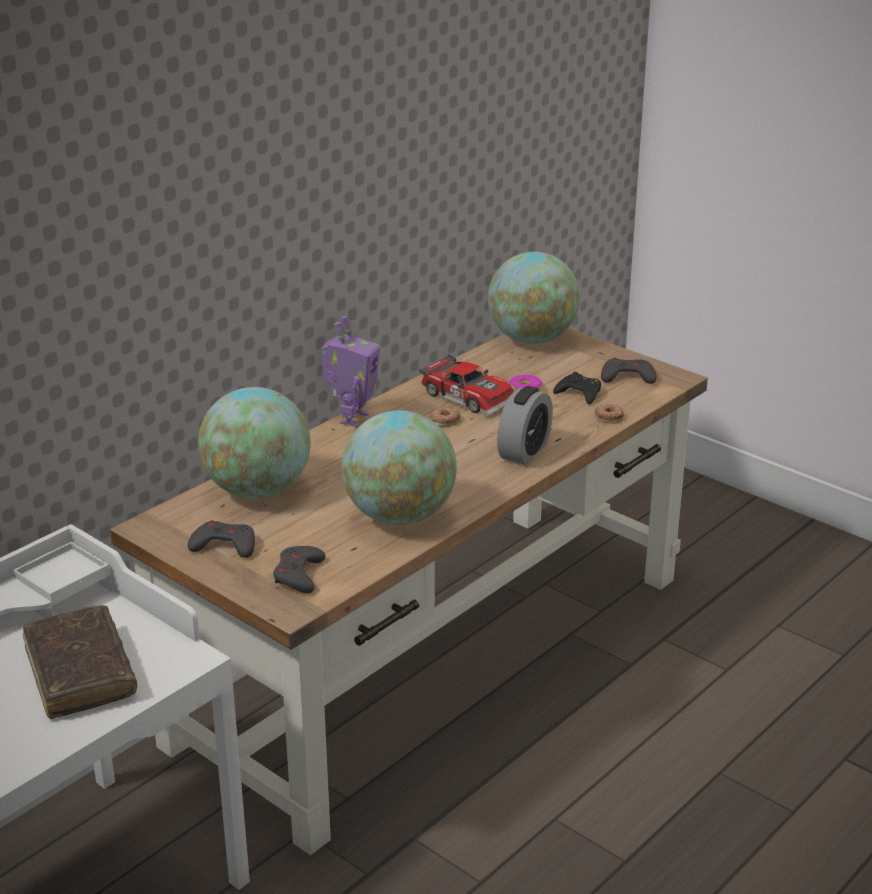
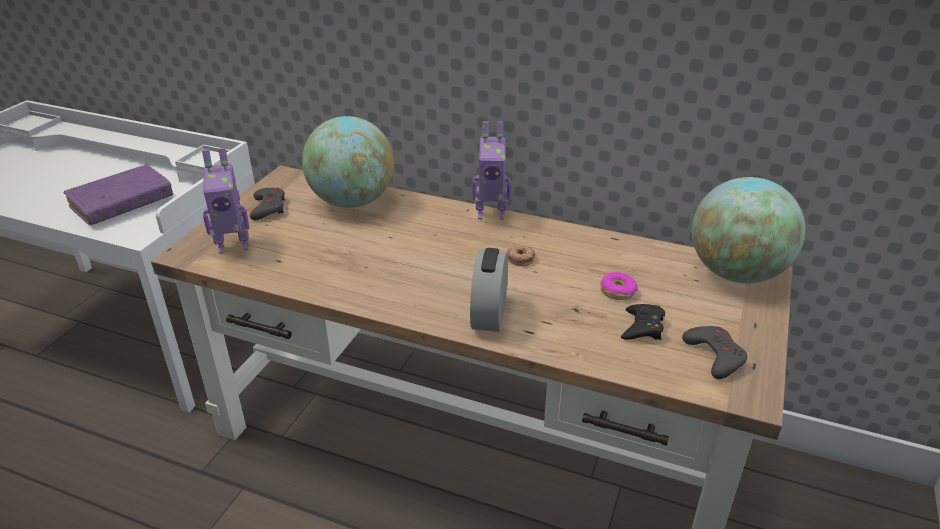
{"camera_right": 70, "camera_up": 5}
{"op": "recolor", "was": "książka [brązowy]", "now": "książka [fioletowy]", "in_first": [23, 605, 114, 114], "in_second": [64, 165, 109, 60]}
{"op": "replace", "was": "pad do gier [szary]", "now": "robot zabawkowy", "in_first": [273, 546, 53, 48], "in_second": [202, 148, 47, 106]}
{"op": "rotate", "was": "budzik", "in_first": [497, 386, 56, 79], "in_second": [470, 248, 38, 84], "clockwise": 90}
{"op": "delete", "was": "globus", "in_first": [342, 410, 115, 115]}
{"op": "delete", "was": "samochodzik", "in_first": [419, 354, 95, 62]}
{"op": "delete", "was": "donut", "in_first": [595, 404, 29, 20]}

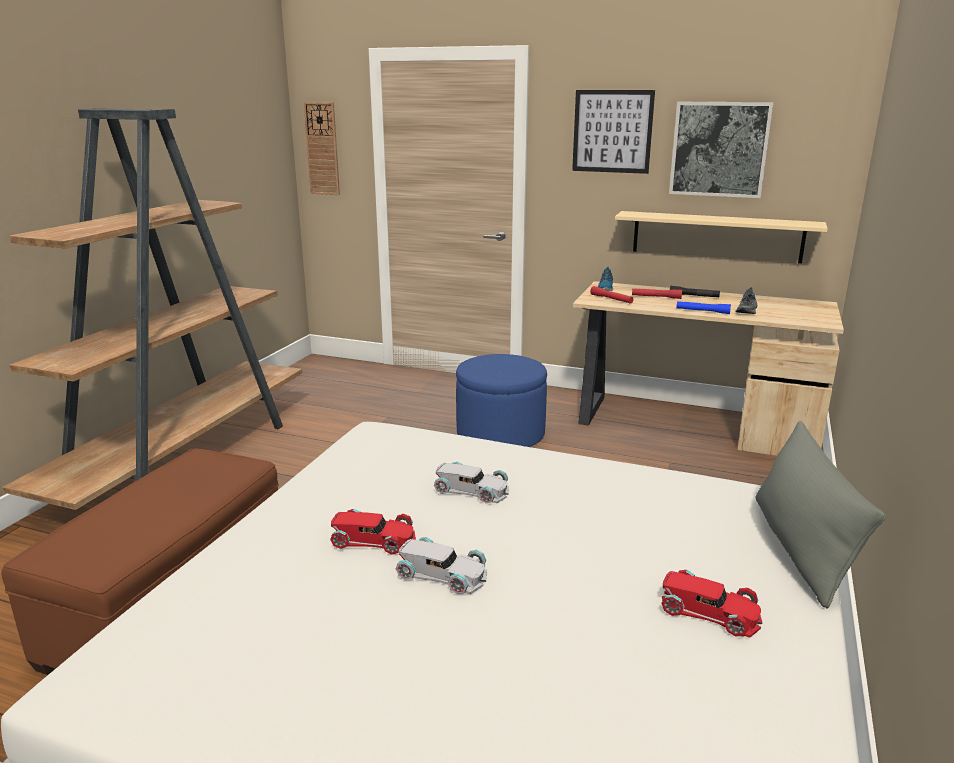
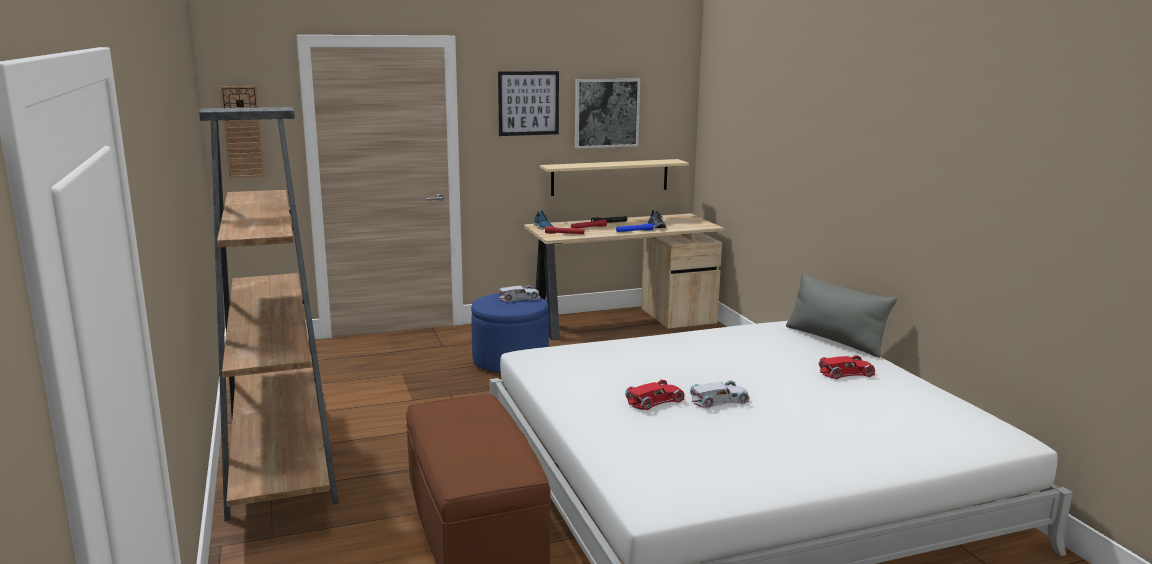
{"camera_right": -40, "camera_up": -5}
{"op": "move", "was": "samochodzik [biały]", "in_first": [434, 461, 75, 42], "in_second": [499, 285, 41, 17]}

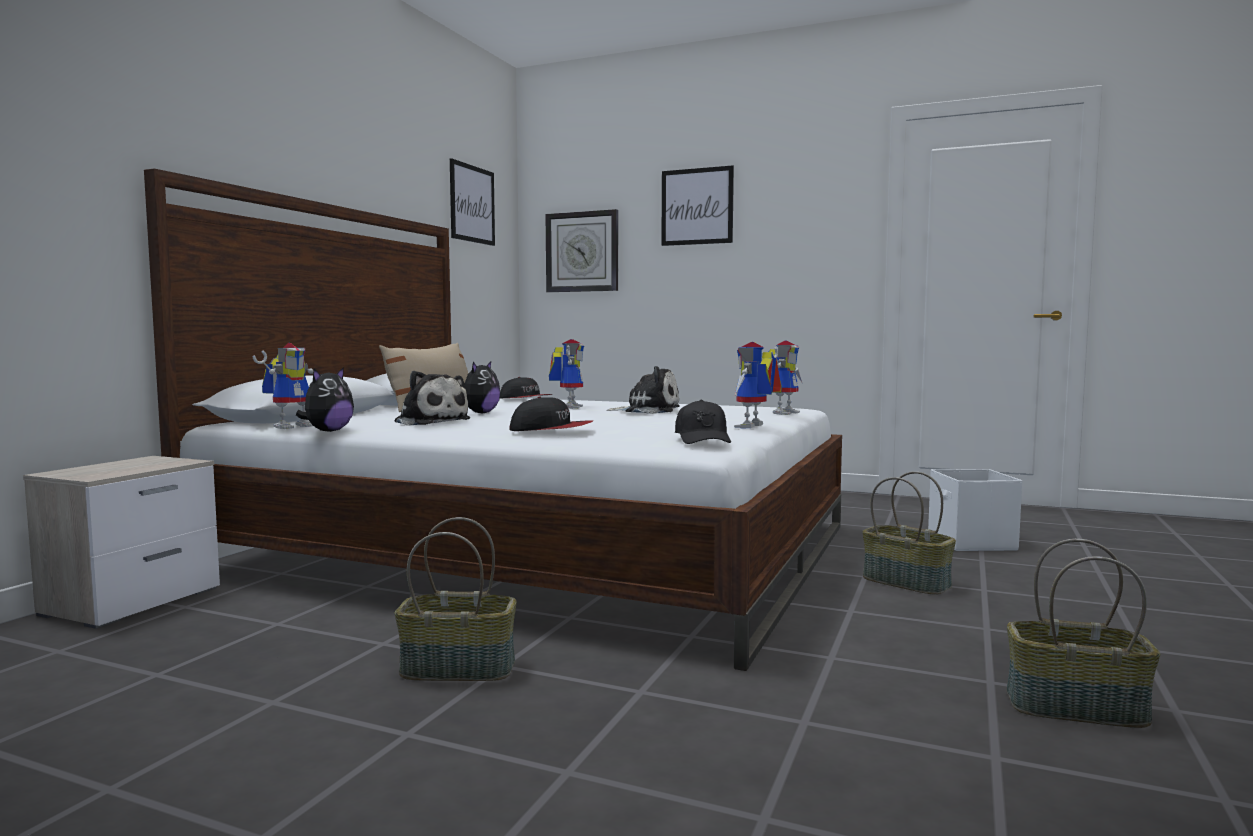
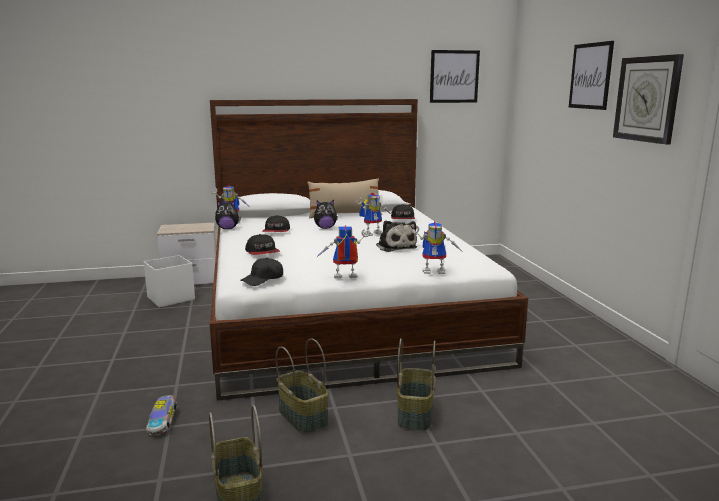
{"camera_right": 55, "camera_up": 10}
{"op": "move", "was": "pojemnik do przechowywania [biały]", "in_first": [928, 469, 94, 82], "in_second": [144, 255, 51, 52]}
{"op": "insert", "now": "samochodzik", "in_second": [146, 395, 31, 40]}
{"op": "replace", "was": "pluszak", "now": "czapka z daszkiem", "in_first": [395, 371, 76, 55], "in_second": [262, 215, 28, 17]}
{"op": "move", "was": "koszyk", "in_first": [395, 517, 122, 164], "in_second": [276, 338, 53, 96]}
{"op": "move", "was": "zegar ścienny", "in_first": [546, 209, 72, 83], "in_second": [613, 54, 71, 91]}

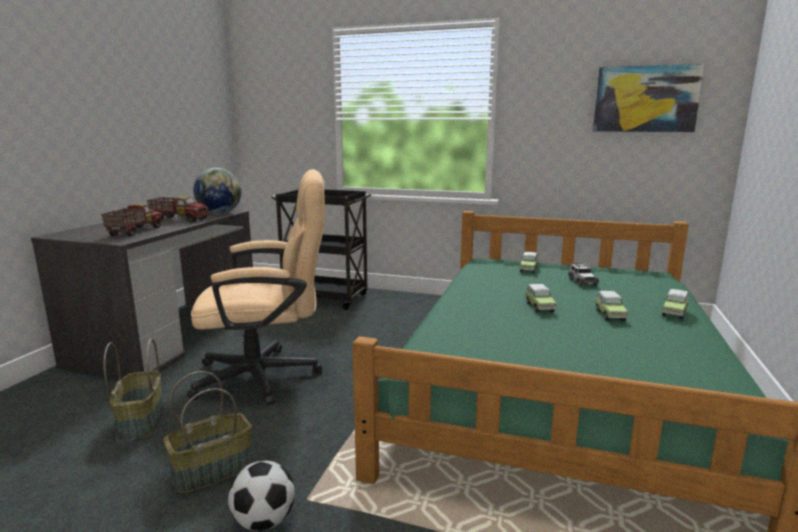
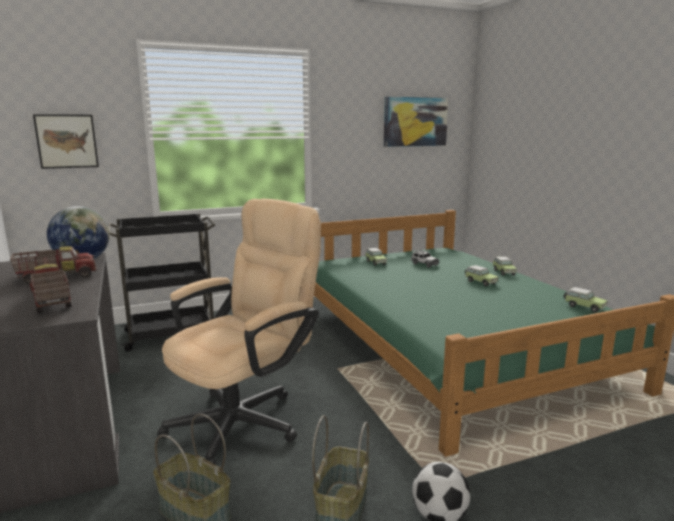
{"camera_right": -40, "camera_up": 0}
{"op": "insert", "now": "obraz", "in_second": [33, 114, 66, 55]}
{"op": "move", "was": "samochodzik", "in_first": [525, 284, 32, 29], "in_second": [564, 287, 44, 26]}

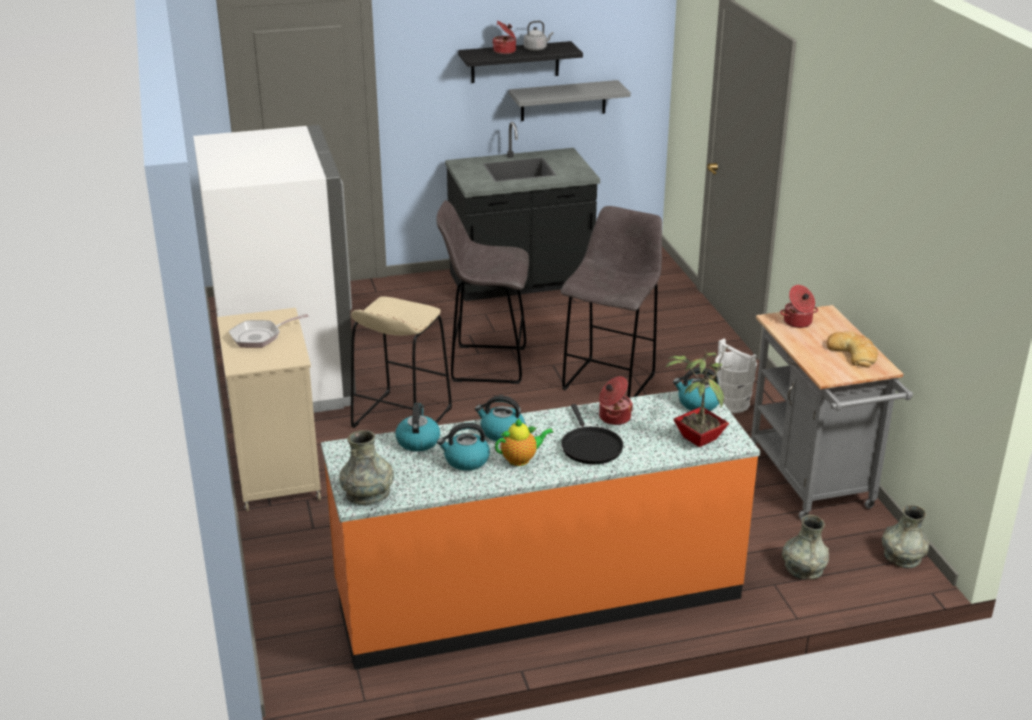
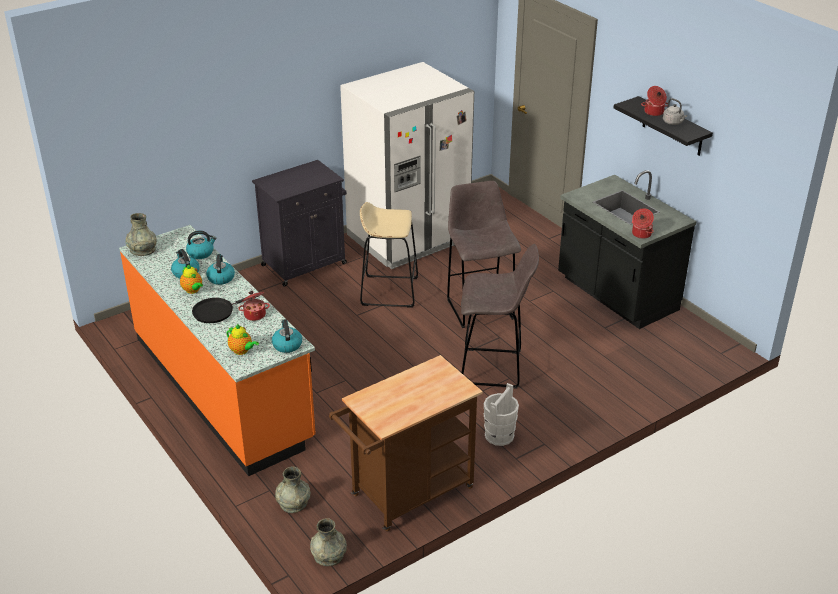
{"camera_right": 70, "camera_up": 5}
{"op": "replace", "was": "roślina doniczkowa", "now": "imbryk", "in_first": [665, 346, 67, 101], "in_second": [226, 324, 33, 31]}
{"op": "recolor", "was": "szafka [beżowy]", "now": "szafka [czarny]", "in_first": [217, 308, 104, 204], "in_second": [252, 160, 95, 127]}
{"op": "recolor", "was": "wózek [szary]", "now": "wózek [brązowy]", "in_first": [751, 305, 162, 215], "in_second": [329, 355, 154, 177]}
{"op": "move", "was": "garnek", "in_first": [780, 285, 38, 43], "in_second": [632, 208, 22, 31]}
{"op": "delete", "was": "patelnia", "in_first": [229, 314, 80, 34]}
{"op": "delete", "was": "półka [szary]", "in_first": [509, 80, 122, 41]}
{"op": "delete", "was": "chleb", "in_first": [827, 331, 51, 37]}

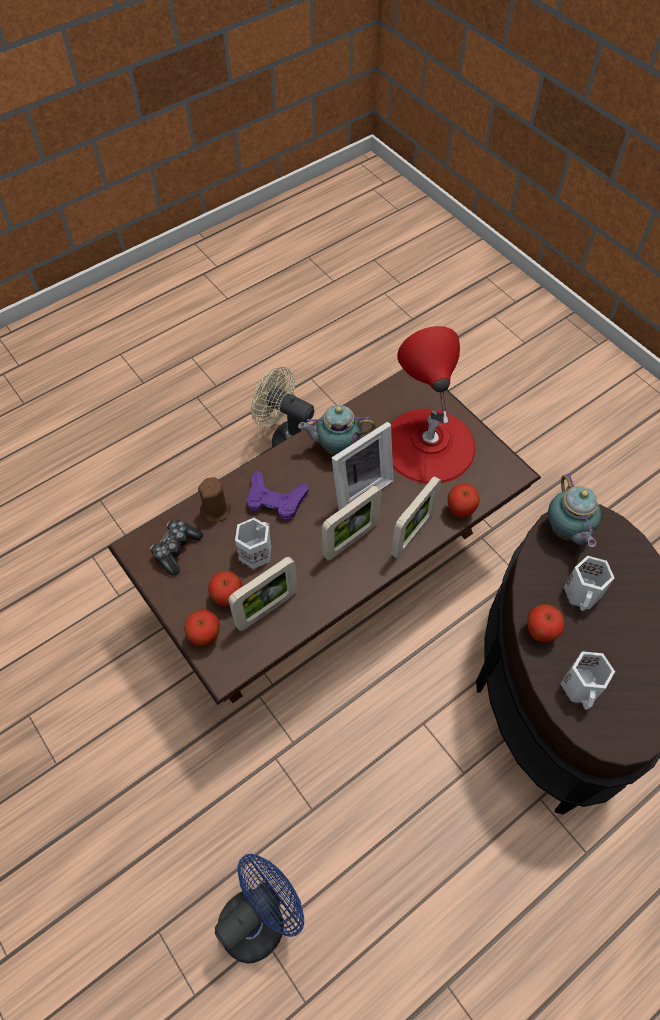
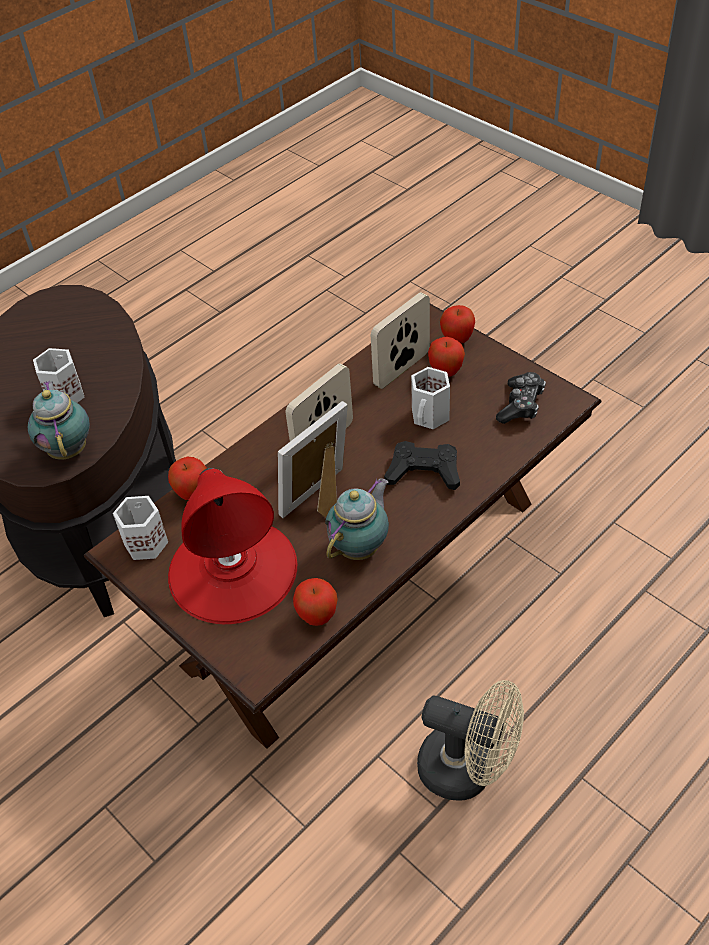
{"camera_right": 175, "camera_up": -10}
{"op": "move", "was": "kubek [biały]", "in_first": [561, 651, 54, 59], "in_second": [113, 496, 55, 64]}
{"op": "move", "was": "jabłko", "in_first": [527, 604, 38, 38], "in_second": [293, 578, 45, 48]}
{"op": "rotate", "was": "imbryk", "in_first": [298, 405, 78, 50], "in_second": [325, 479, 64, 81], "clockwise": -45}
{"op": "recolor", "was": "pad do gier [fioletowy]", "now": "pad do gier [czarny]", "in_first": [247, 471, 61, 49], "in_second": [384, 441, 76, 49]}
{"op": "delete", "was": "świeca [brązowy]", "in_first": [198, 477, 33, 45]}
{"op": "delete", "was": "wentylator [niebieski]", "in_first": [215, 854, 89, 110]}
{"op": "delete", "was": "ramka na zdjęcie", "in_first": [391, 476, 50, 83]}

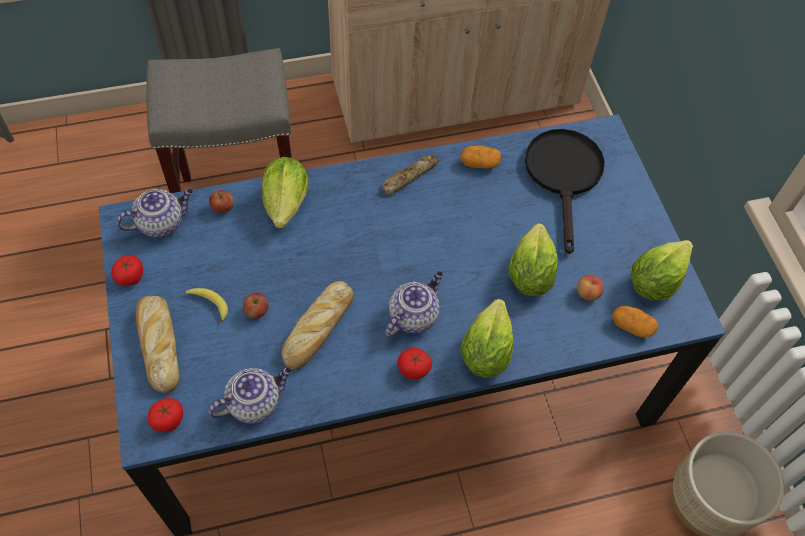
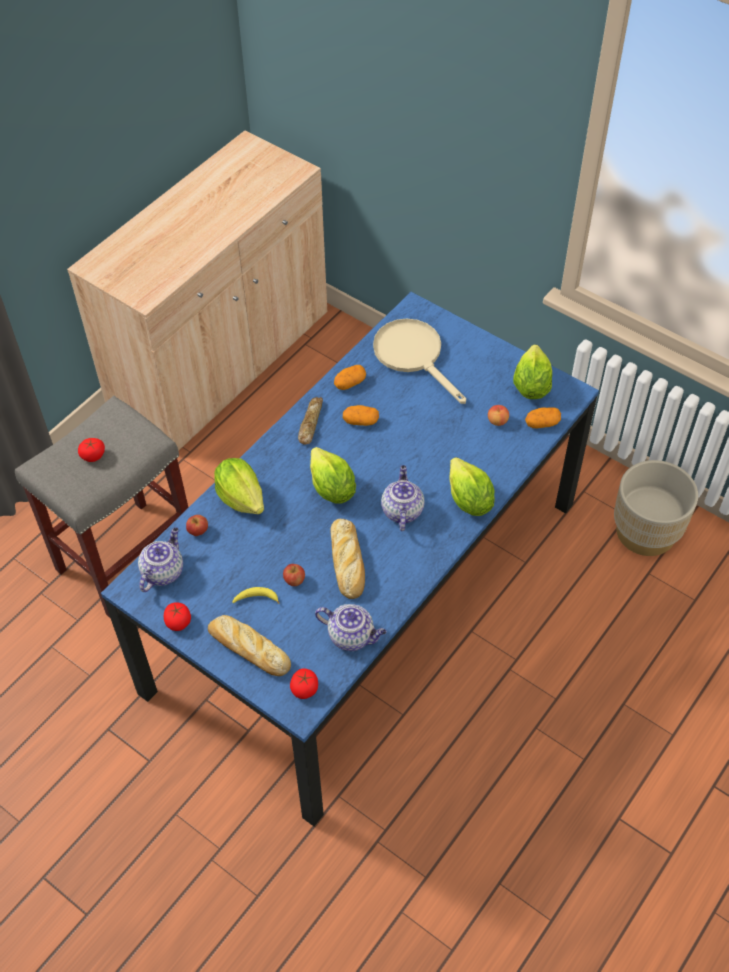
{"camera_right": -35, "camera_up": -5}
{"op": "move", "was": "pomidor", "in_first": [398, 348, 34, 31], "in_second": [78, 438, 27, 24]}
{"op": "move", "was": "sałata", "in_first": [509, 223, 49, 73], "in_second": [310, 447, 46, 57]}
{"op": "rotate", "was": "imbryk", "in_first": [209, 367, 83, 57], "in_second": [315, 604, 72, 47], "clockwise": 90}
{"op": "insert", "now": "ziemniak", "in_second": [343, 405, 36, 21]}
{"op": "recolor", "was": "patelnia [czarny]", "now": "patelnia [beżowy]", "in_first": [525, 129, 80, 125], "in_second": [373, 319, 93, 85]}

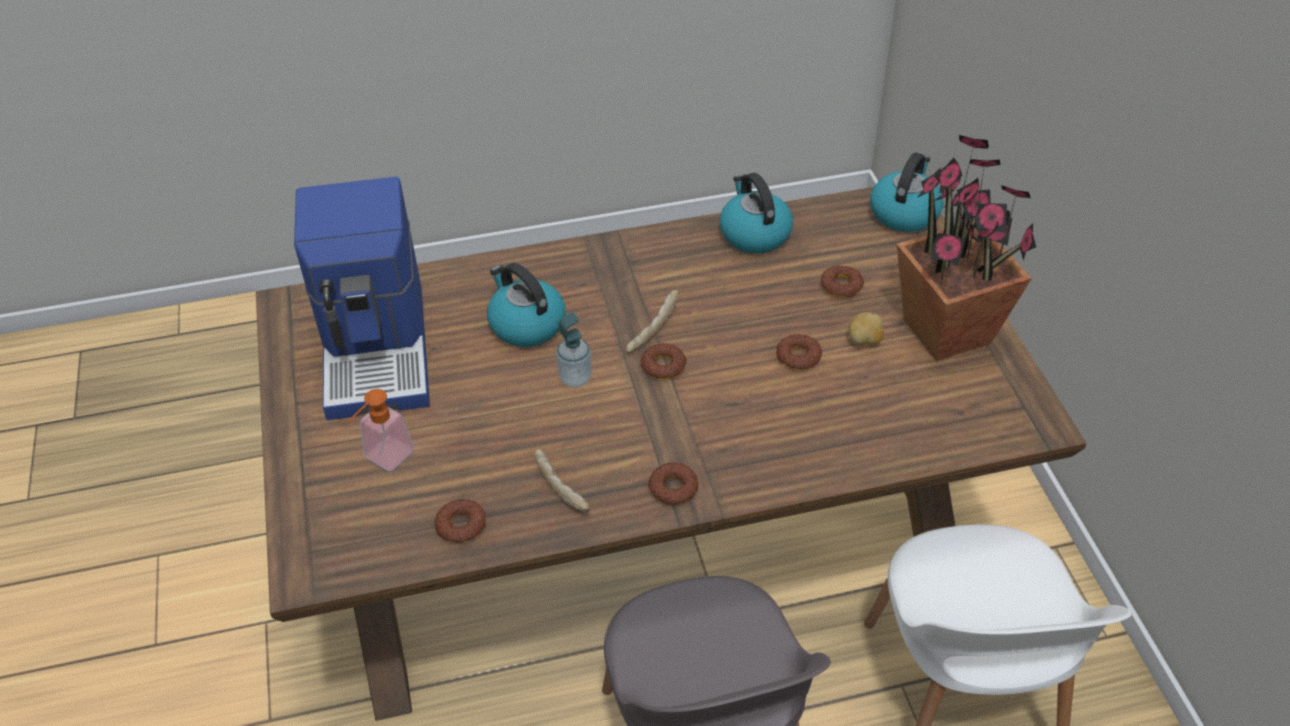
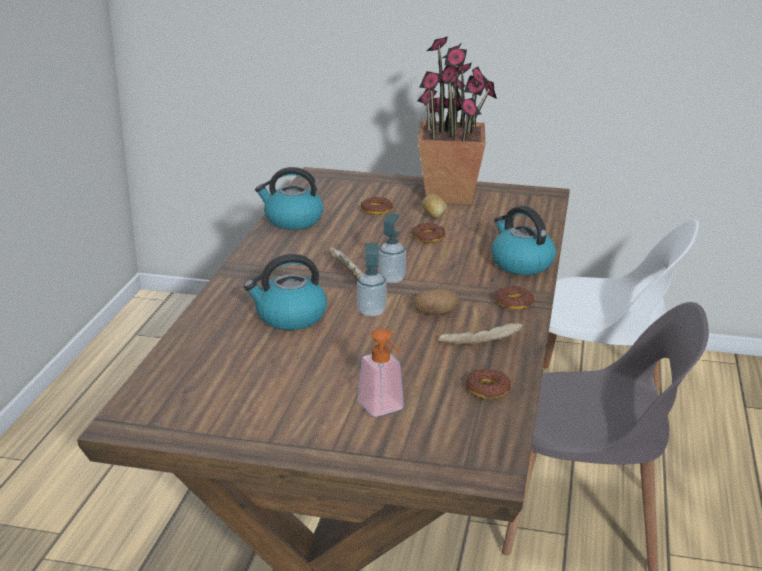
{"camera_right": -65, "camera_up": -20}
{"op": "replace", "was": "donut", "now": "dozownik mydła", "in_first": [641, 343, 45, 36], "in_second": [378, 213, 28, 70]}
{"op": "insert", "now": "ziemniak", "in_second": [414, 288, 45, 27]}
{"op": "move", "was": "czajnik", "in_first": [870, 152, 74, 80], "in_second": [491, 206, 65, 69]}
{"op": "delete", "was": "ekspres do kawy", "in_first": [294, 177, 136, 243]}

